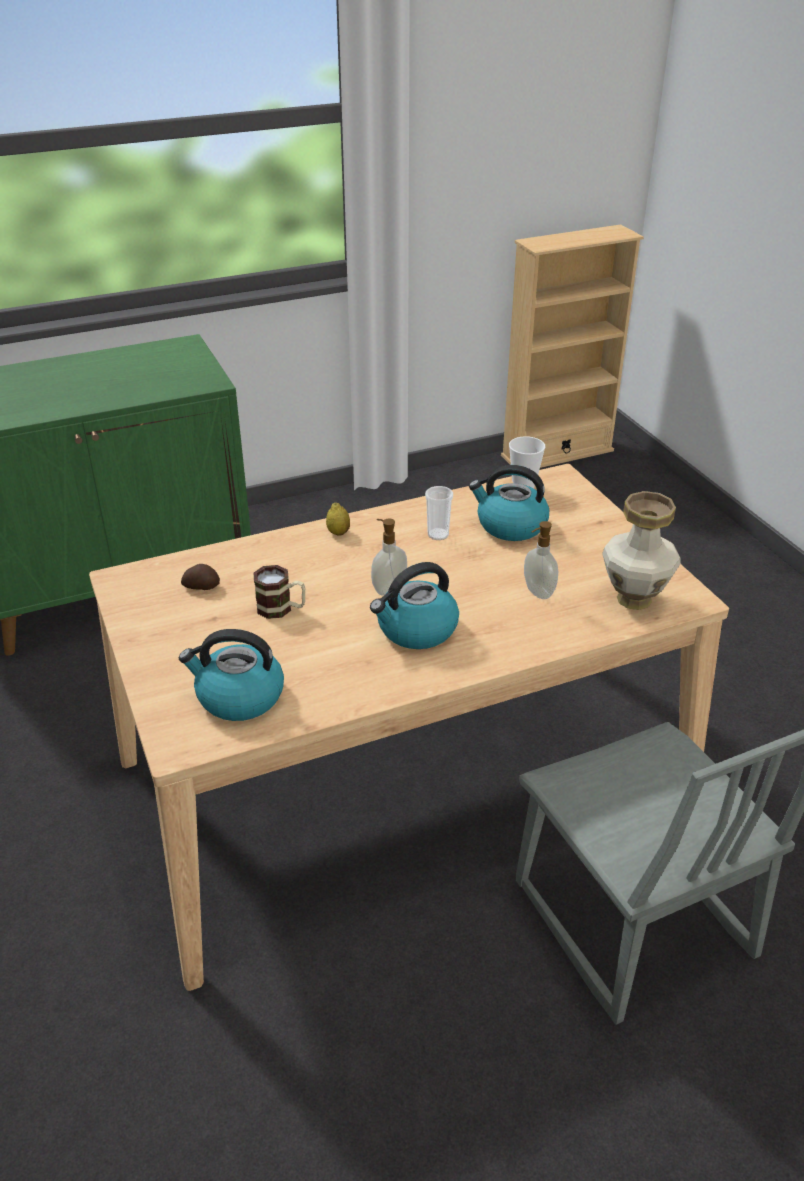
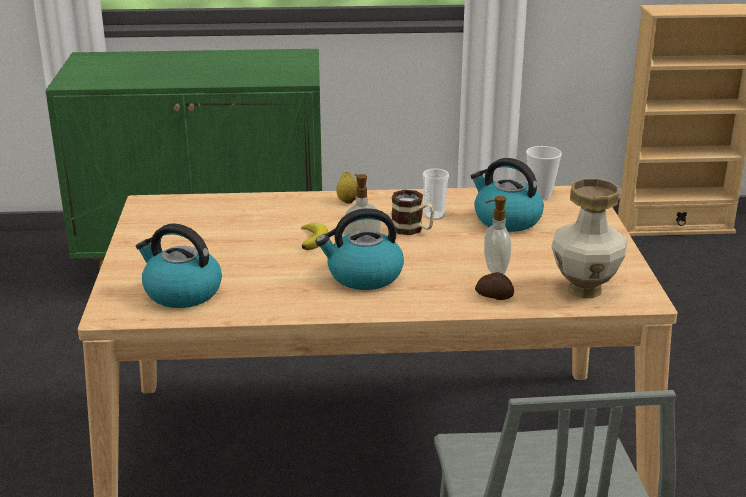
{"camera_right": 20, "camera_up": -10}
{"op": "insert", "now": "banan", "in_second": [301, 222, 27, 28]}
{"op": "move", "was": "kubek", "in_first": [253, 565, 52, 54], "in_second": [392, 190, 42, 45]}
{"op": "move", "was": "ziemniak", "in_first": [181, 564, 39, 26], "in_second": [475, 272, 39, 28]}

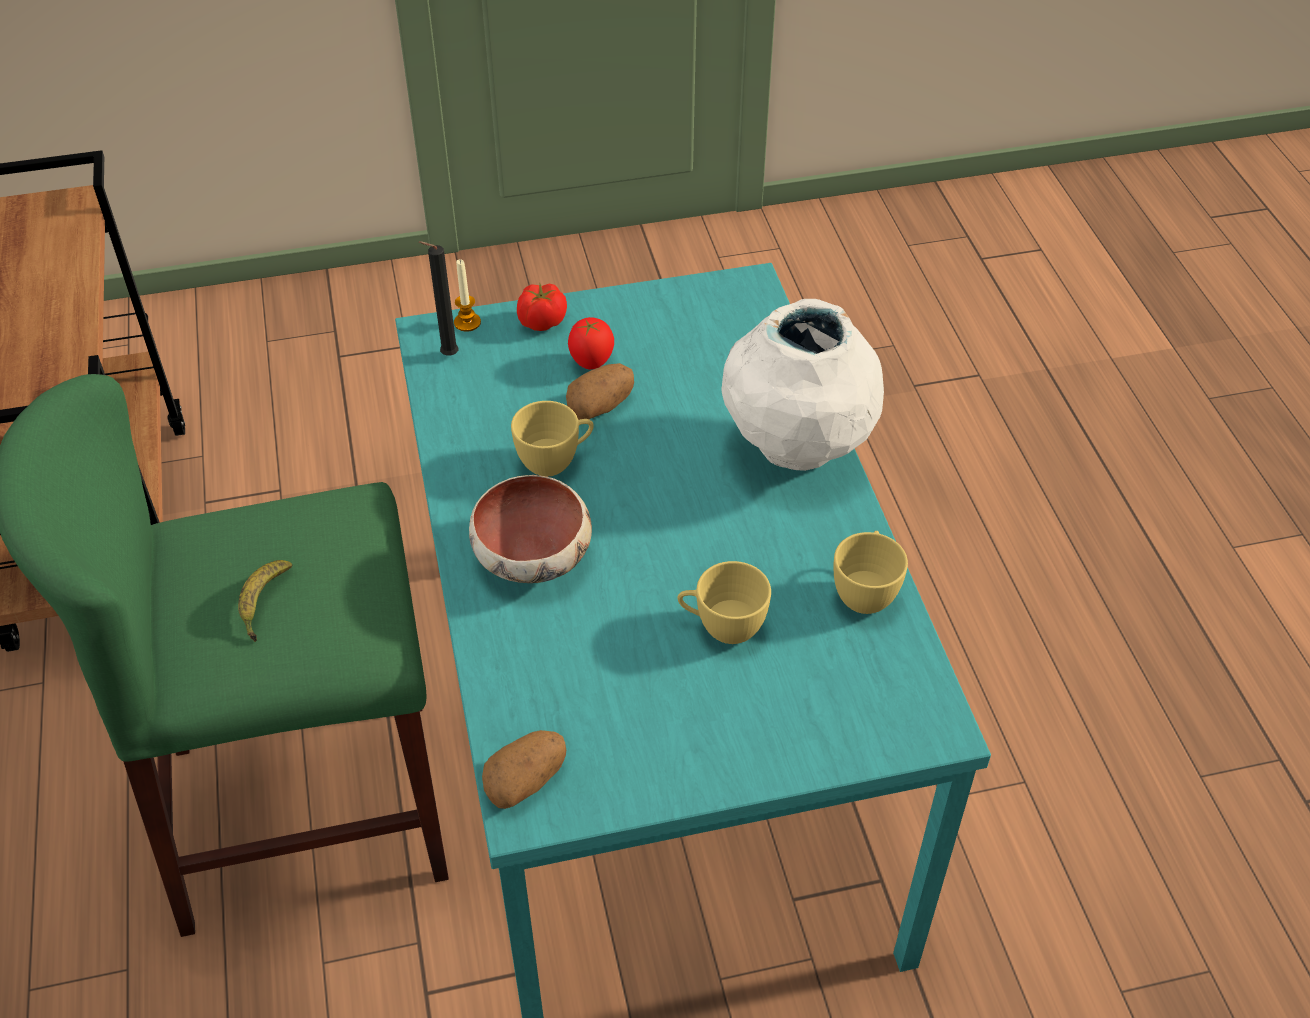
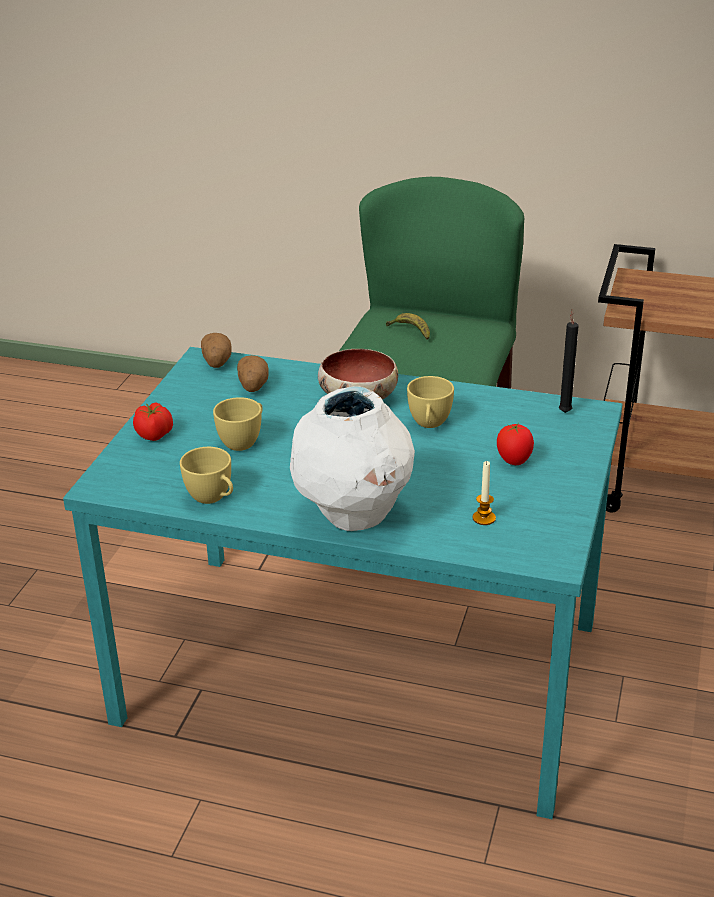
{"camera_right": 120, "camera_up": -15}
{"op": "move", "was": "pomidor", "in_first": [517, 284, 50, 47], "in_second": [133, 402, 40, 39]}
{"op": "move", "was": "ziemniak", "in_first": [566, 363, 68, 57], "in_second": [237, 355, 31, 37]}
{"op": "move", "was": "świeca", "in_first": [454, 259, 27, 73], "in_second": [472, 461, 24, 64]}

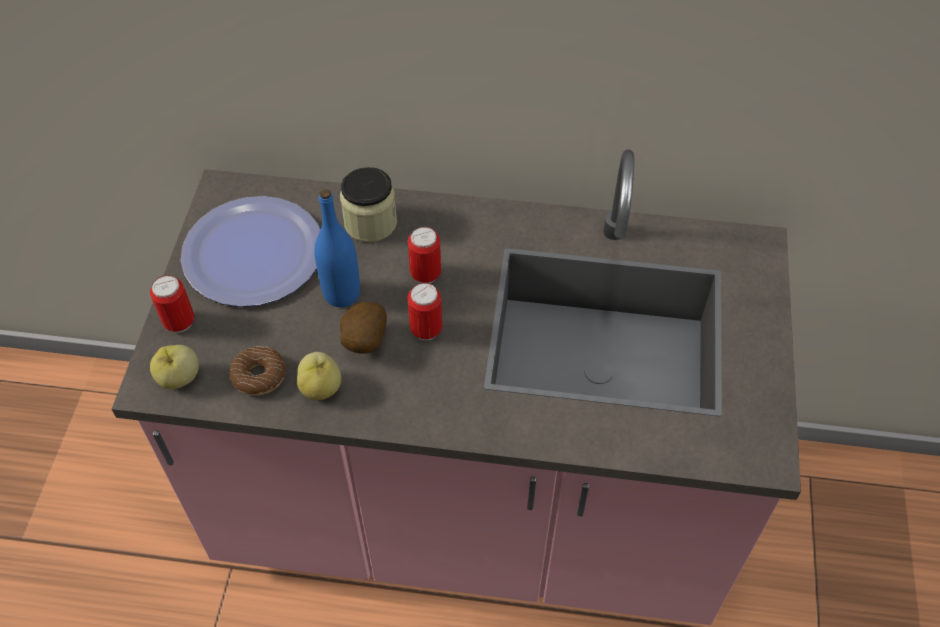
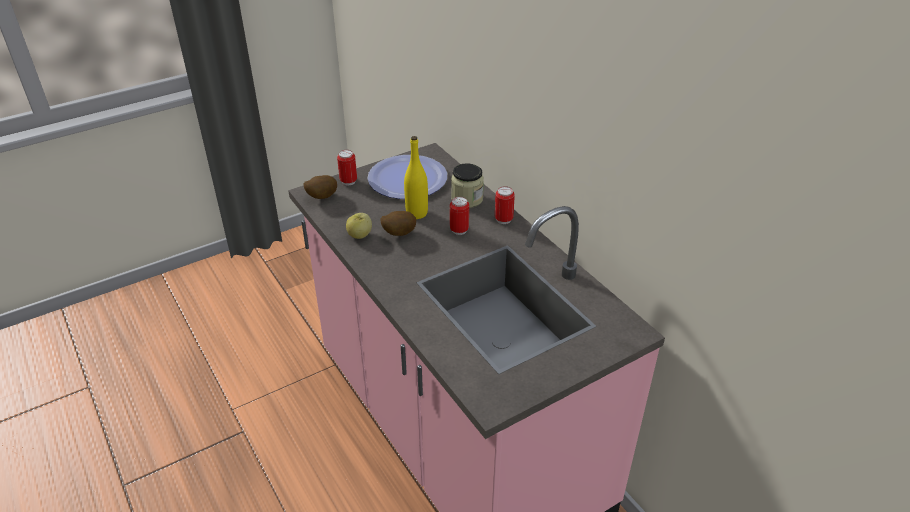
{"camera_right": 50, "camera_up": -15}
{"op": "replace", "was": "jabłko", "now": "ziemniak", "in_first": [150, 345, 49, 44], "in_second": [303, 175, 34, 24]}
{"op": "recolor", "was": "butelka [niebieski]", "now": "butelka [żółty]", "in_first": [314, 189, 46, 118], "in_second": [404, 136, 24, 83]}
{"op": "move", "was": "puszka", "in_first": [408, 283, 34, 57], "in_second": [495, 186, 20, 38]}
{"op": "delete", "was": "donut", "in_first": [229, 346, 57, 50]}

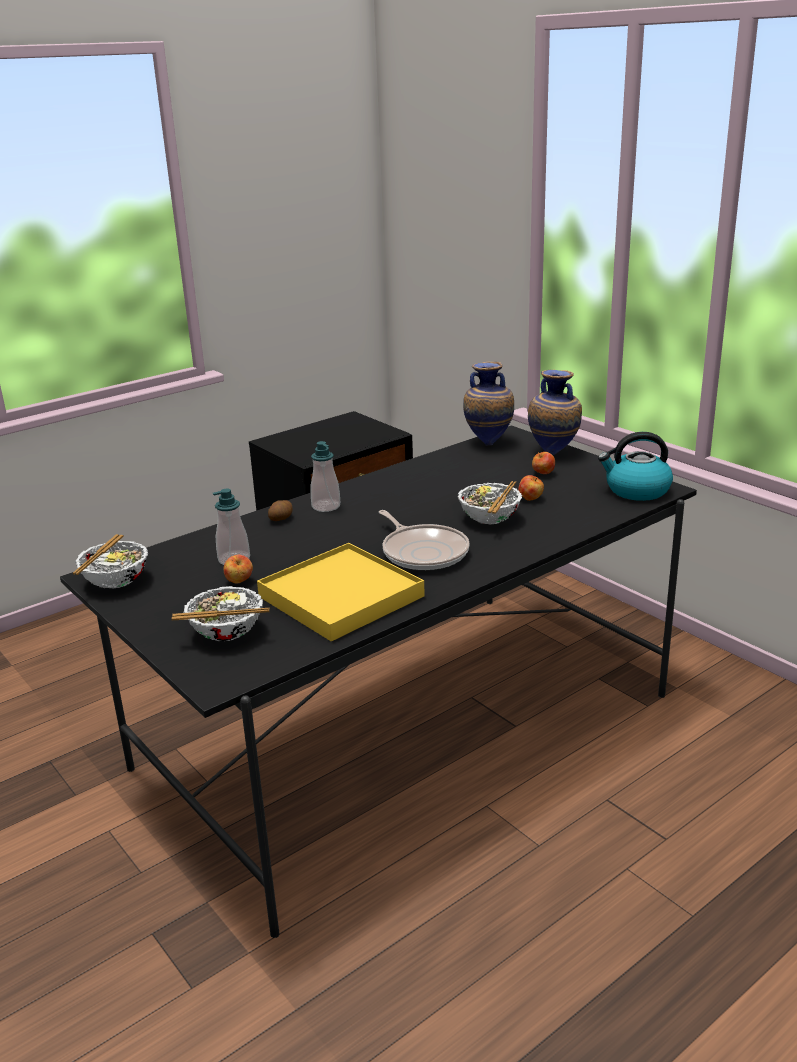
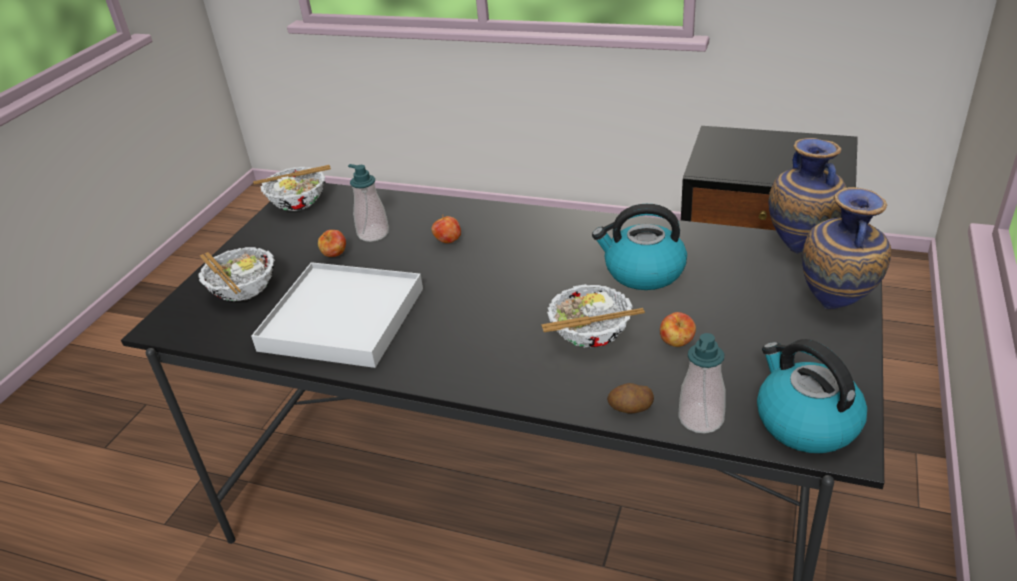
{"camera_right": 60, "camera_up": 10}
{"op": "recolor", "was": "taca [żółty]", "now": "taca [biały]", "in_first": [257, 543, 168, 98], "in_second": [251, 262, 172, 106]}
{"op": "move", "was": "jabłko", "in_first": [532, 452, 23, 22], "in_second": [431, 214, 30, 29]}
{"op": "insert", "now": "czajnik", "in_second": [592, 204, 95, 86]}
{"op": "move", "was": "ziemniak", "in_first": [268, 500, 25, 21], "in_second": [607, 383, 47, 31]}
{"op": "move", "was": "dozownik mydła", "in_first": [311, 441, 29, 71], "in_second": [678, 333, 48, 100]}
{"op": "delete", "was": "patelnia", "in_first": [379, 510, 91, 61]}

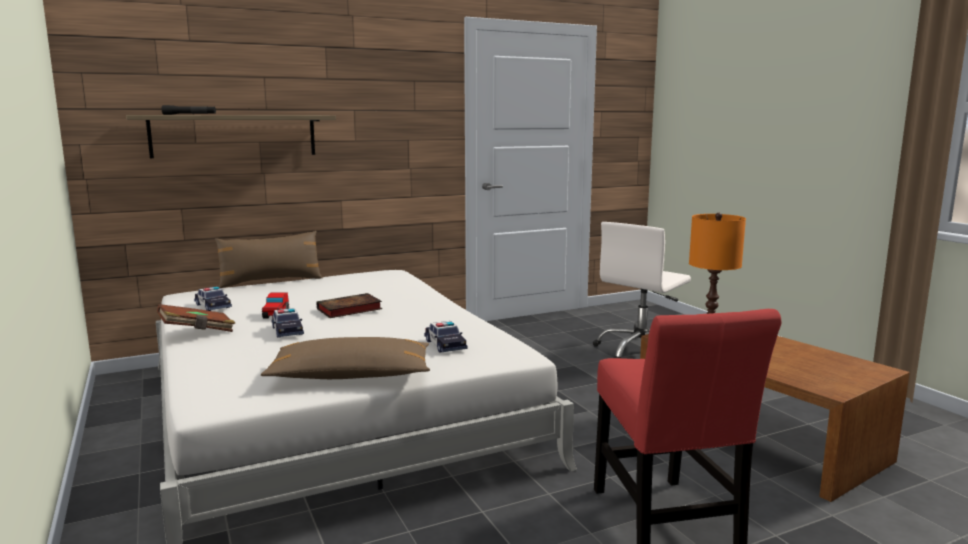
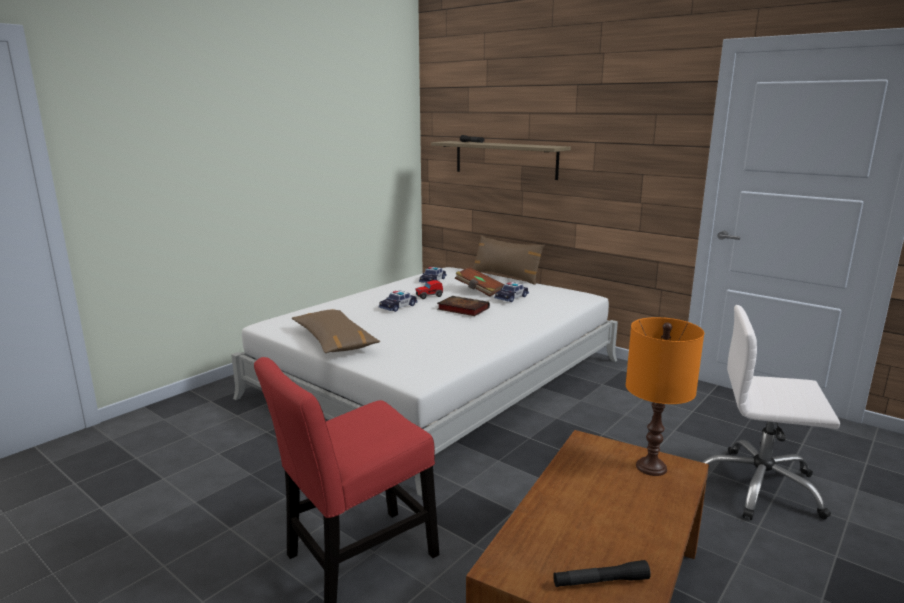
{"camera_right": 65, "camera_up": 5}
{"op": "move", "was": "książka [brązowy]", "in_first": [157, 304, 78, 28], "in_second": [455, 267, 49, 30]}
{"op": "move", "was": "samochodzik", "in_first": [424, 321, 44, 32], "in_second": [494, 282, 35, 20]}
{"op": "insert", "now": "latarka [czarny]", "in_second": [553, 560, 98, 27]}

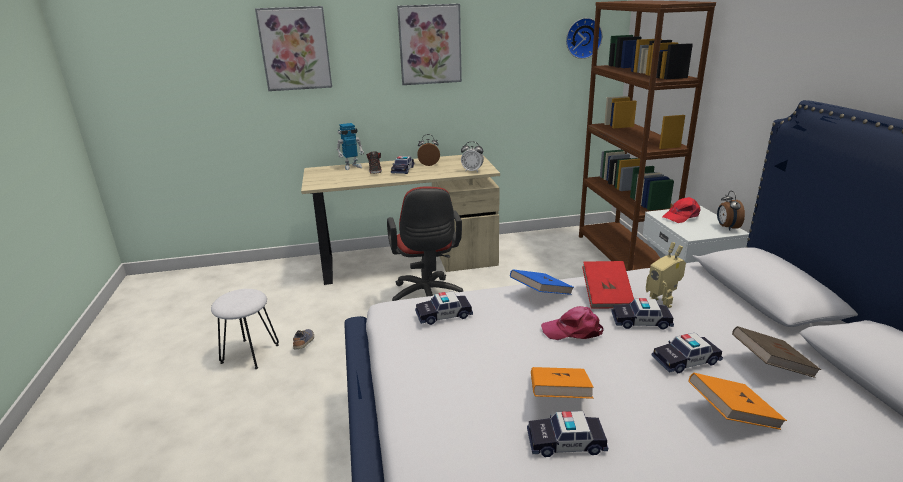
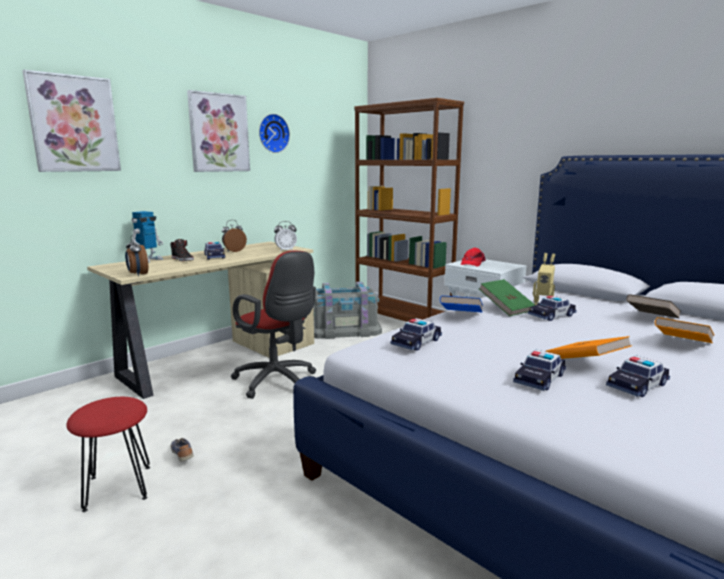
{"camera_right": -35, "camera_up": -10}
{"op": "recolor", "was": "stołek [biały]", "now": "stołek [czerwony]", "in_first": [211, 289, 68, 80], "in_second": [66, 397, 84, 115]}
{"op": "move", "was": "budzik", "in_first": [717, 191, 28, 40], "in_second": [125, 236, 23, 40]}
{"op": "move", "was": "zegar ścienny", "in_first": [566, 18, 37, 41], "in_second": [259, 114, 31, 39]}
{"op": "insert", "now": "pojemnik do przechowywania [szary]", "in_second": [313, 282, 69, 57]}
{"op": "recolor", "was": "książka [czerwony]", "now": "książka [zielony]", "in_first": [582, 261, 52, 48], "in_second": [479, 279, 56, 37]}
{"op": "move", "was": "samochodzik", "in_first": [651, 333, 72, 40], "in_second": [513, 349, 53, 42]}
{"op": "delete", "was": "czapka z daszkiem [różowy]", "in_first": [541, 306, 62, 34]}

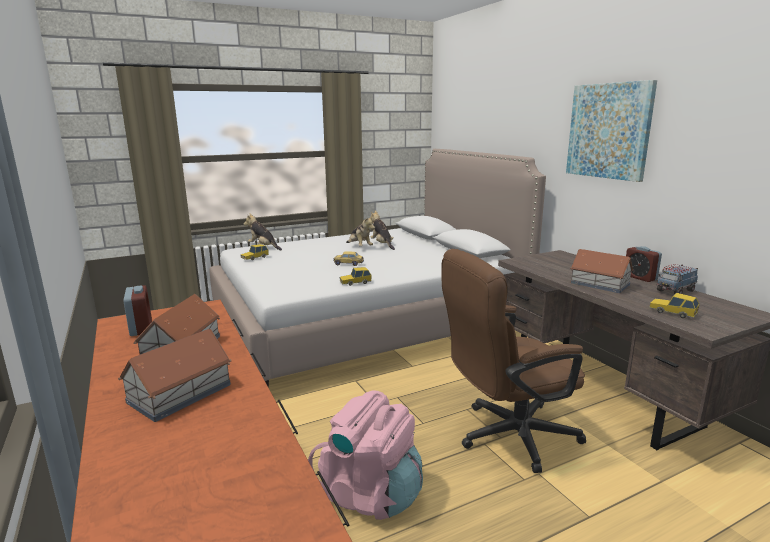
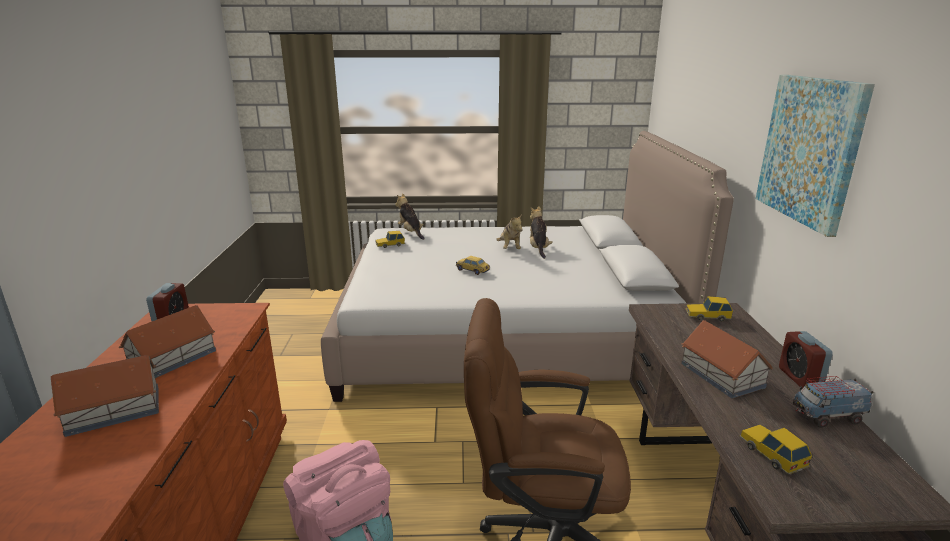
{"camera_right": 25, "camera_up": 5}
{"op": "move", "was": "samochodzik", "in_first": [339, 267, 33, 19], "in_second": [686, 296, 47, 25]}

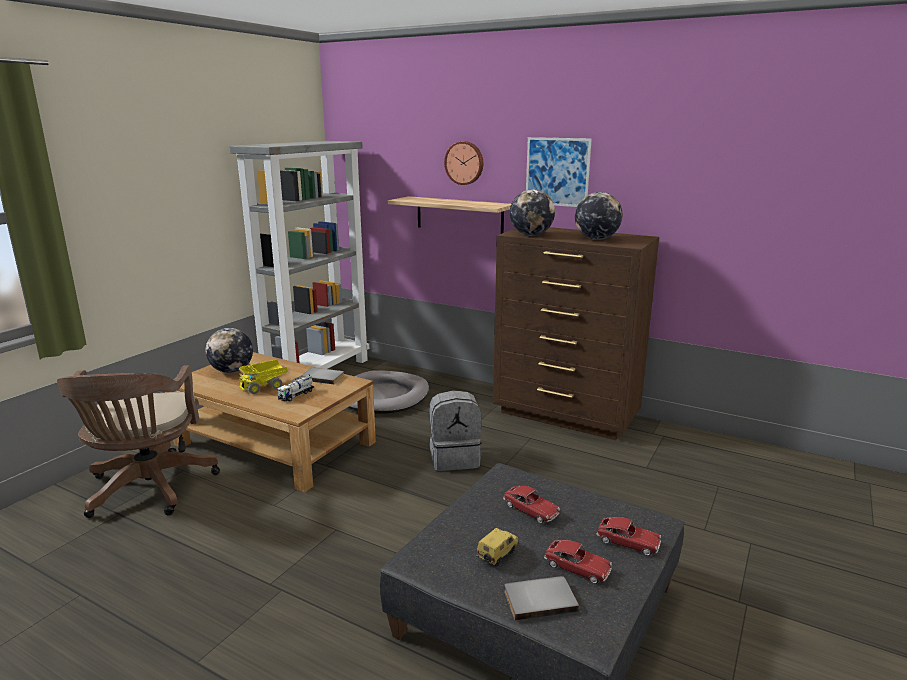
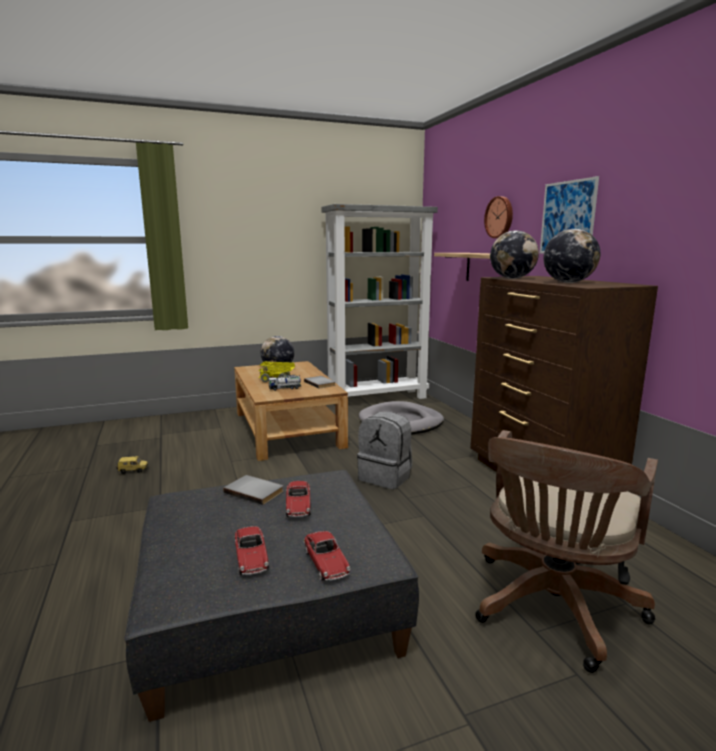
{"camera_right": 40, "camera_up": -5}
{"op": "move", "was": "samochodzik", "in_first": [476, 528, 43, 39], "in_second": [117, 456, 31, 18]}
{"op": "move", "was": "książka [szary]", "in_first": [504, 576, 75, 45], "in_second": [223, 475, 60, 30]}
{"op": "move", "was": "krzesło biurowe [brązowy]", "in_first": [57, 365, 163, 153], "in_second": [475, 430, 183, 243]}

